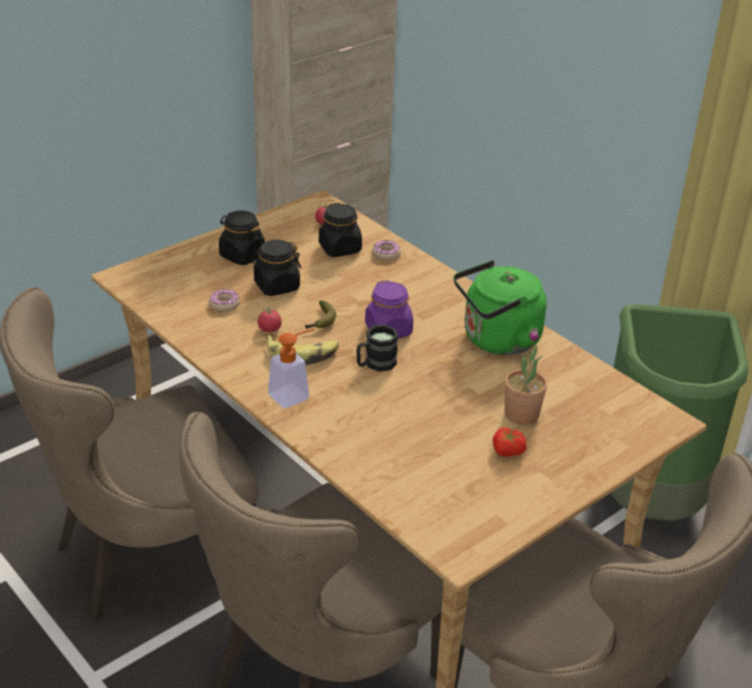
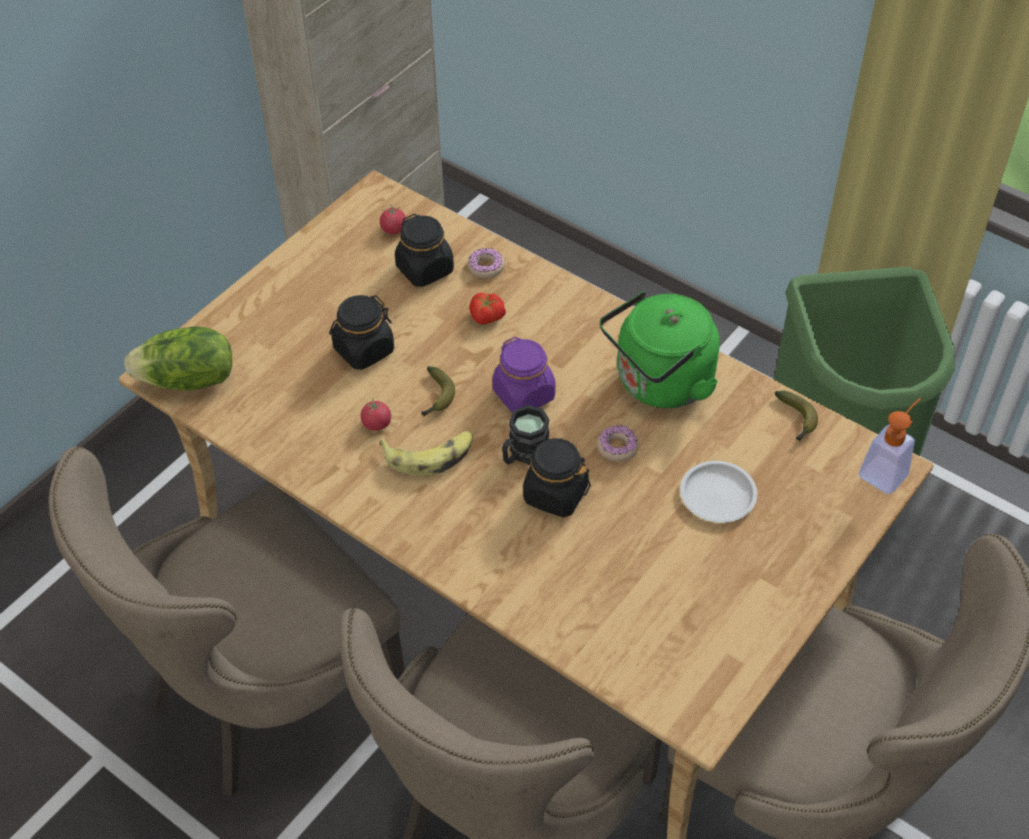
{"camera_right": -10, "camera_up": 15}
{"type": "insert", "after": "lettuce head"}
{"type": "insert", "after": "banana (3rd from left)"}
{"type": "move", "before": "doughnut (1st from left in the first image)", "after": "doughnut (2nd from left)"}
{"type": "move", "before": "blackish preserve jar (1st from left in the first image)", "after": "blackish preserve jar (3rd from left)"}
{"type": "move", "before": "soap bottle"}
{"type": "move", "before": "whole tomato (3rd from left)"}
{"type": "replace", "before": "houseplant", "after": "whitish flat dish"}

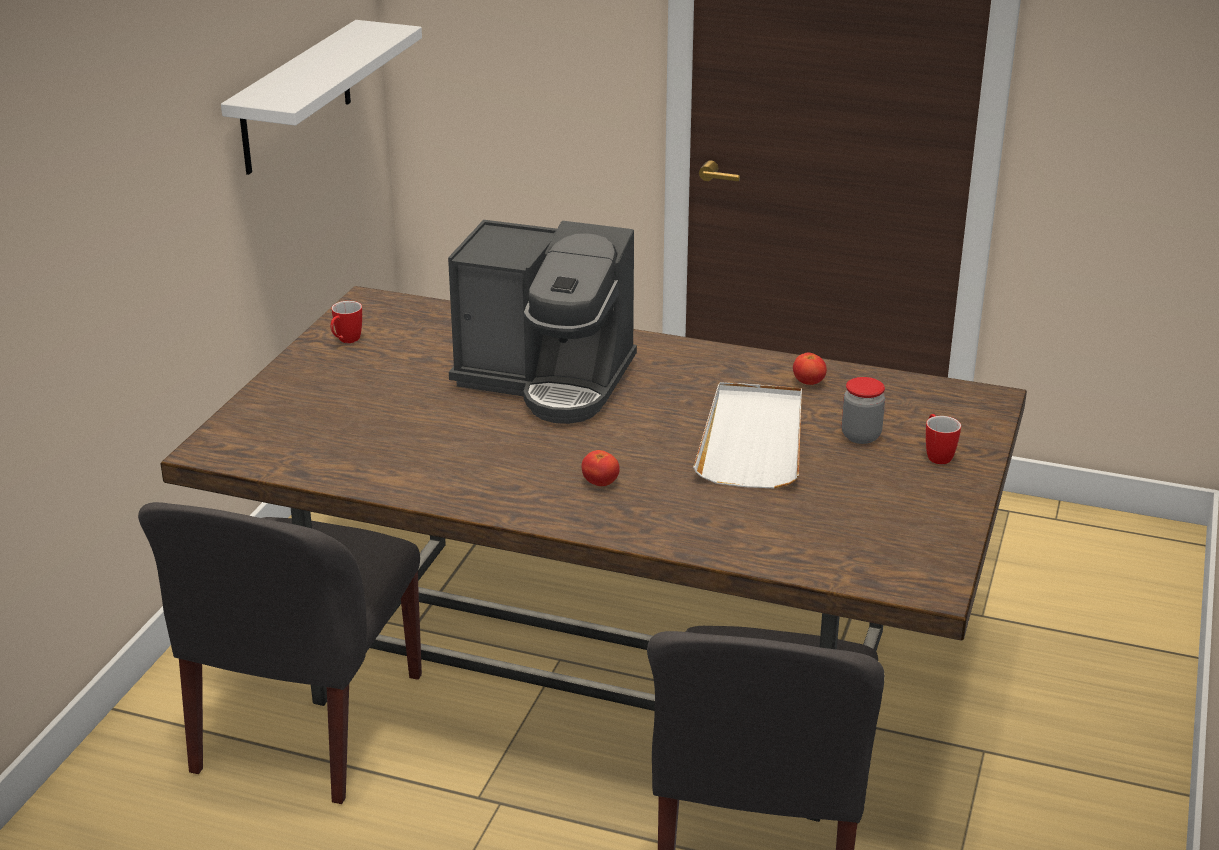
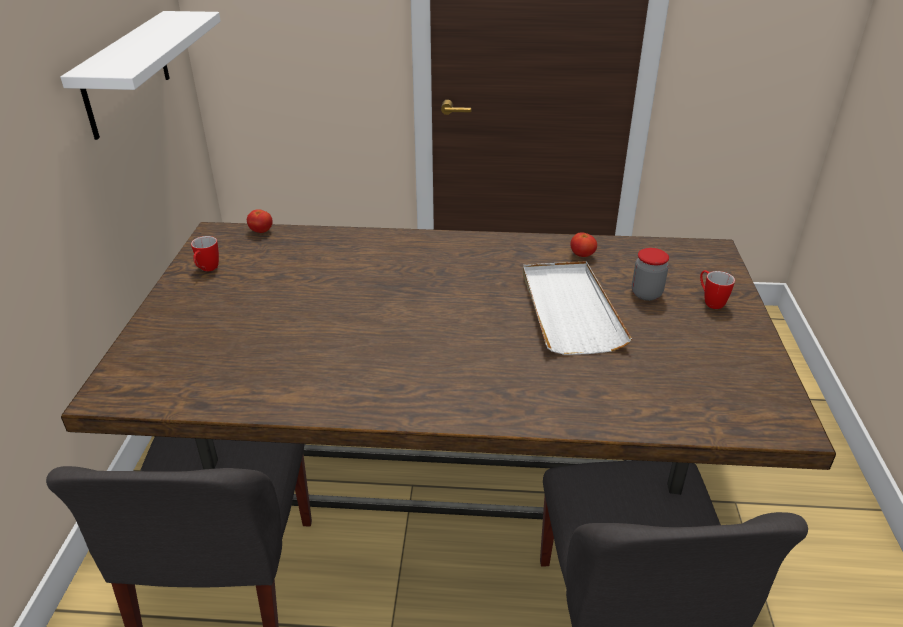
{"camera_right": -15, "camera_up": 5}
{"type": "delete", "before": "coffee machine"}
{"type": "move", "before": "whole tomato (1st from left)"}

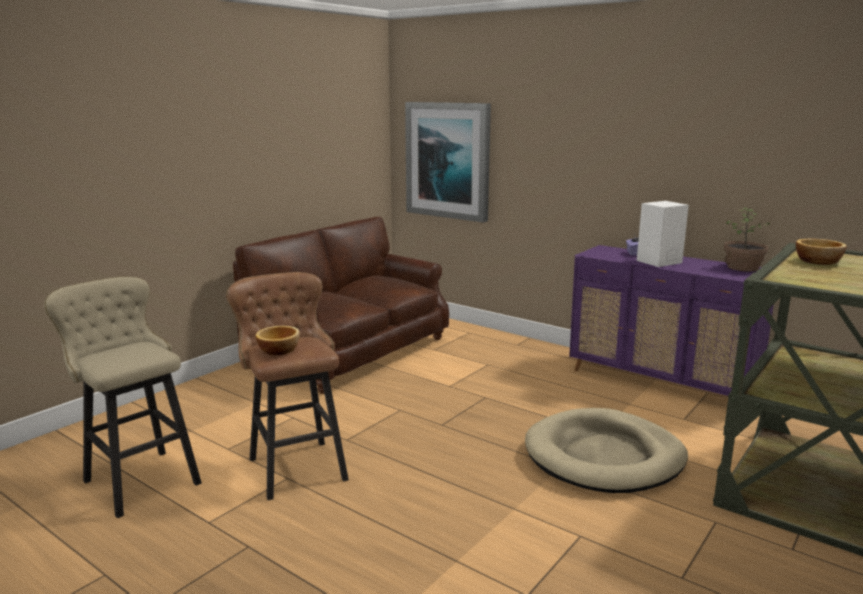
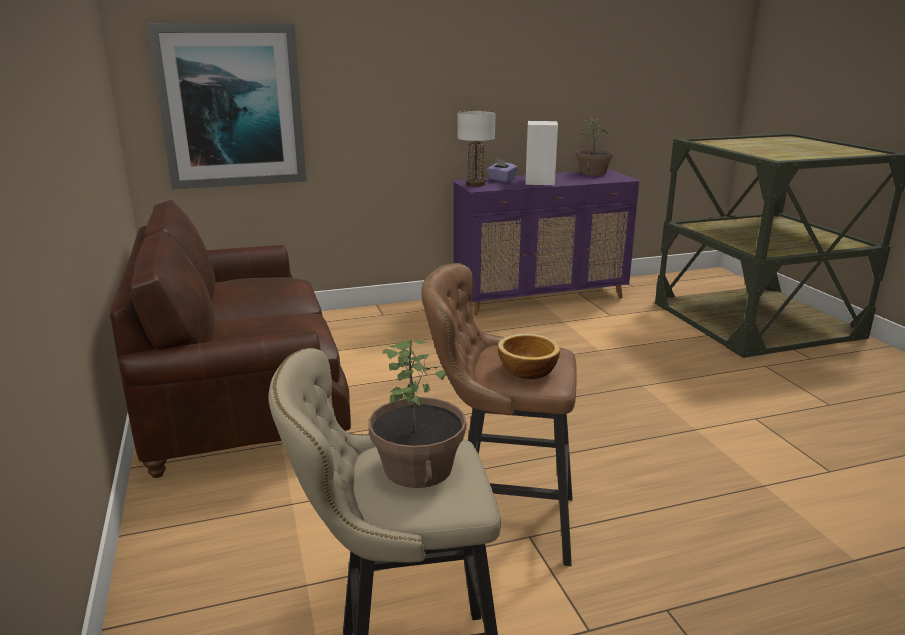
{"camera_right": -55, "camera_up": 5}
{"type": "delete", "before": "beige pet bed"}
{"type": "delete", "before": "serving bowl (2nd from left)"}
{"type": "insert", "after": "houseplant (1st from left)"}
{"type": "insert", "after": "tabletop lamp"}

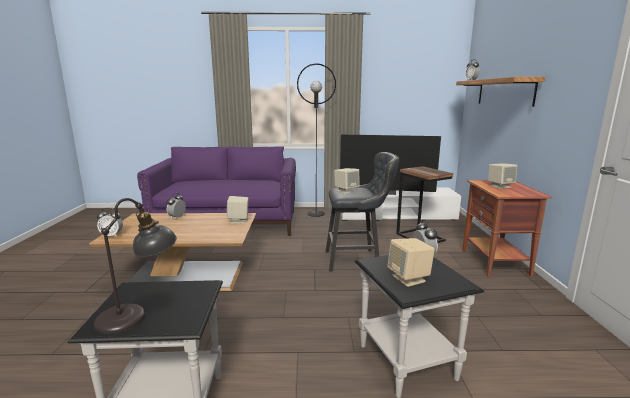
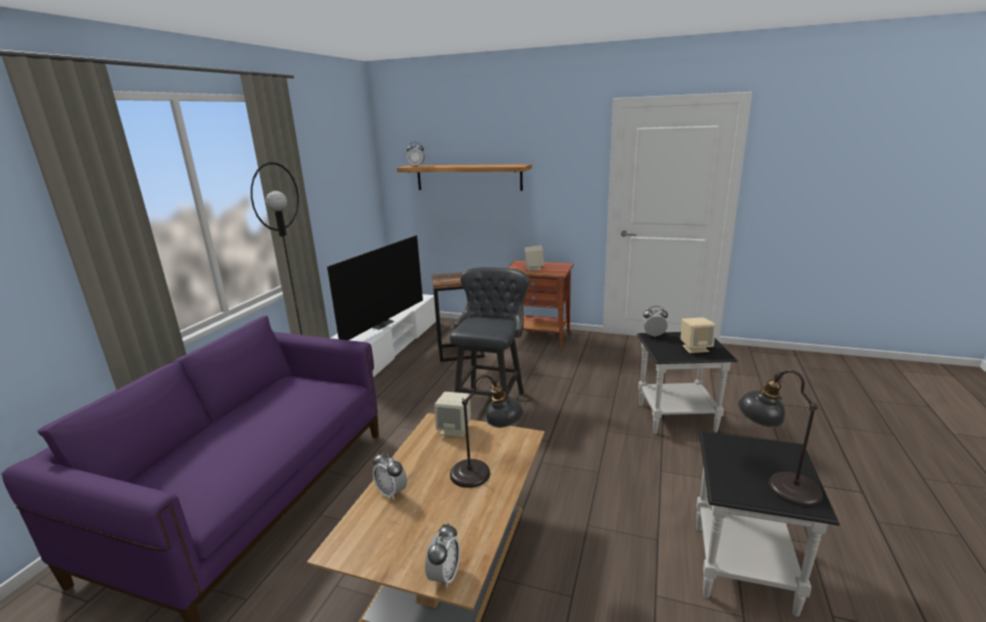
{"camera_right": -70, "camera_up": 5}
{"type": "delete", "before": "beige loudspeaker (2nd from left)"}
{"type": "insert", "after": "gray tabletop lamp (1st from left)"}

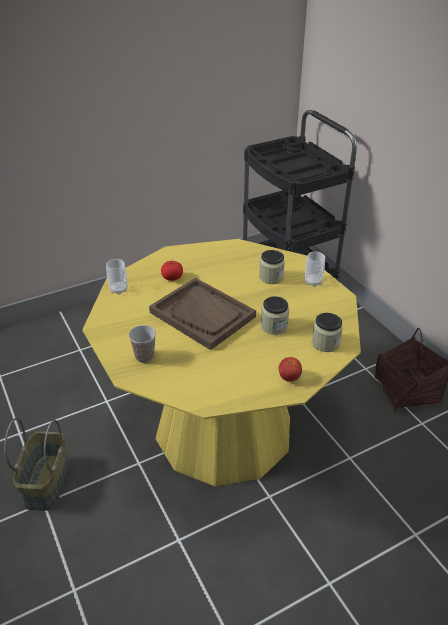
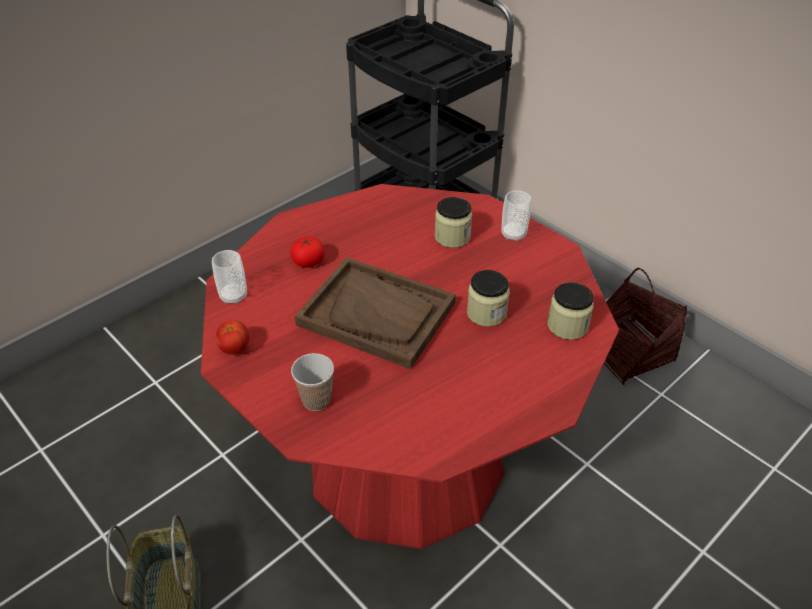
{"camera_right": -15, "camera_up": 5}
{"type": "move", "before": "whole tomato (2nd from left in the first image)", "after": "whole tomato (1st from left)"}
{"type": "recolor", "before": "yellow dining table", "after": "reddish dining table"}

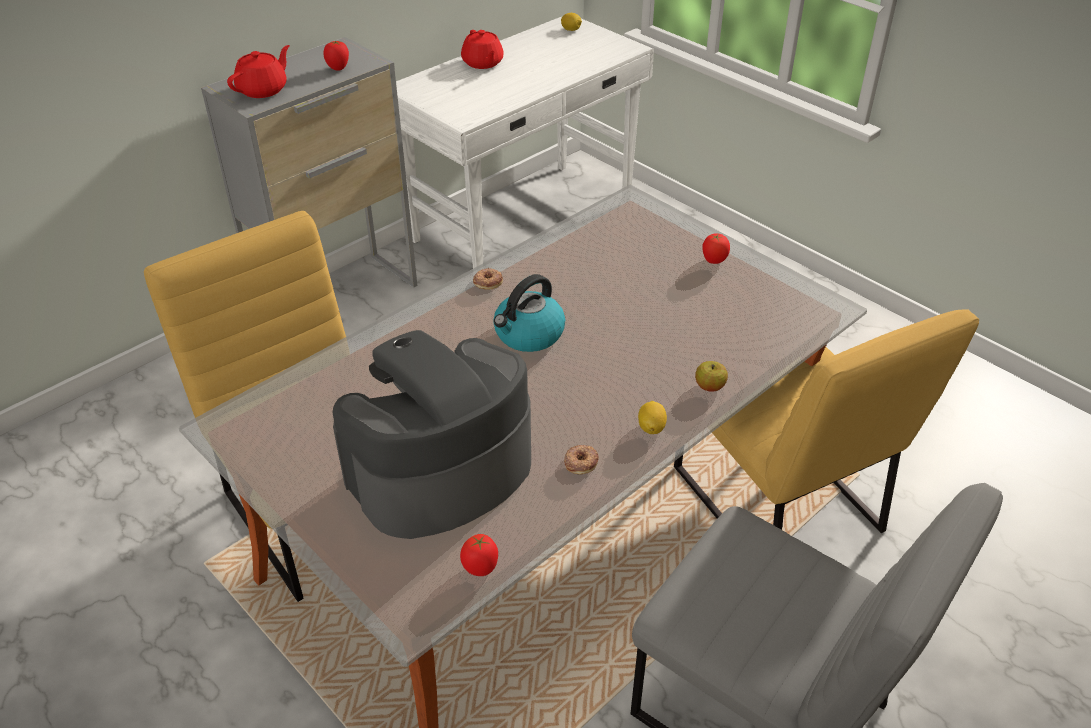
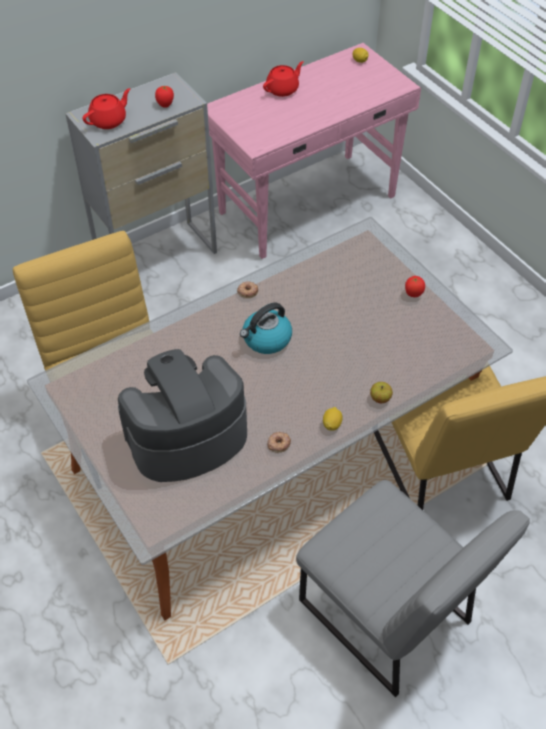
{"camera_right": 10, "camera_up": 10}
{"type": "delete", "before": "whole tomato (2nd from left)"}
{"type": "recolor", "before": "whitish narrow table", "after": "pink-coloured narrow table"}
{"type": "rotate", "before": "reddish teapot (2nd from left)", "turn": -120}

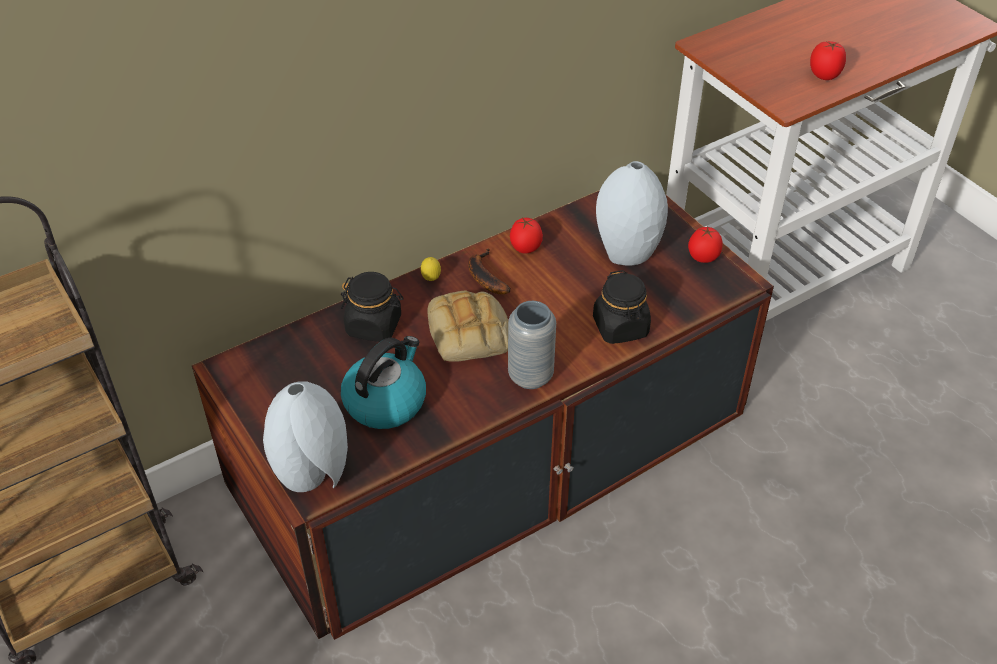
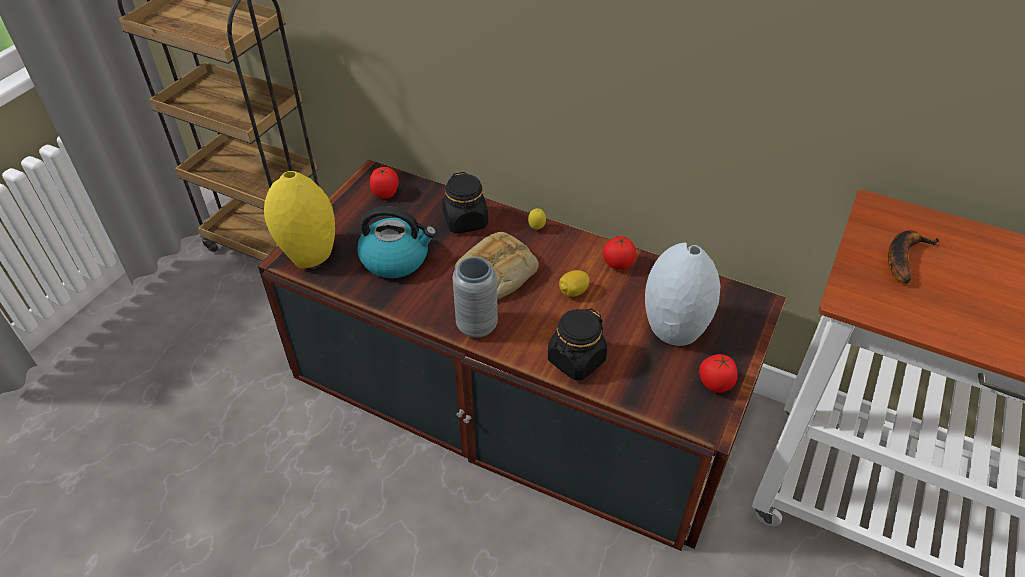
{"camera_right": 60, "camera_up": 0}
{"type": "insert", "after": "whole lemon (2nd from left)"}
{"type": "move", "before": "banana"}
{"type": "move", "before": "whole tomato (3rd from left in the first image)", "after": "whole tomato (1st from left)"}
{"type": "recolor", "before": "gray vase (1st from left)", "after": "yellow vase"}

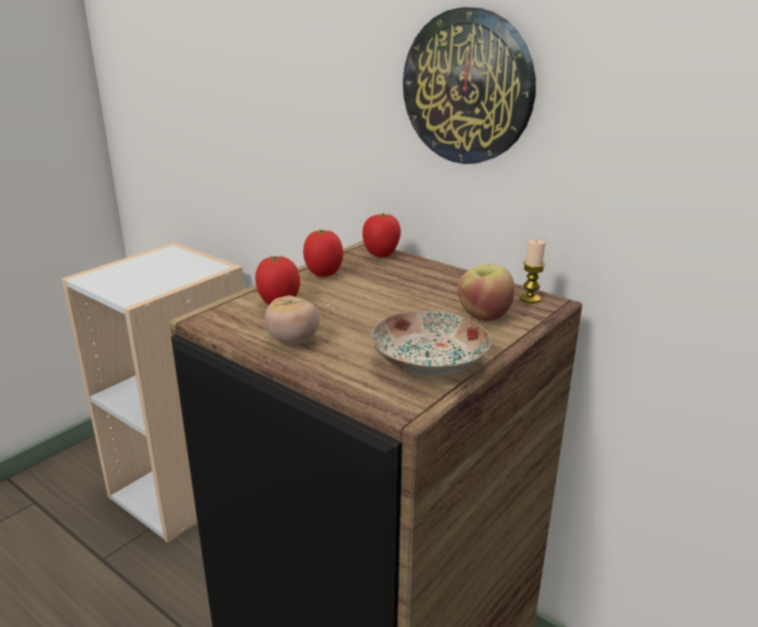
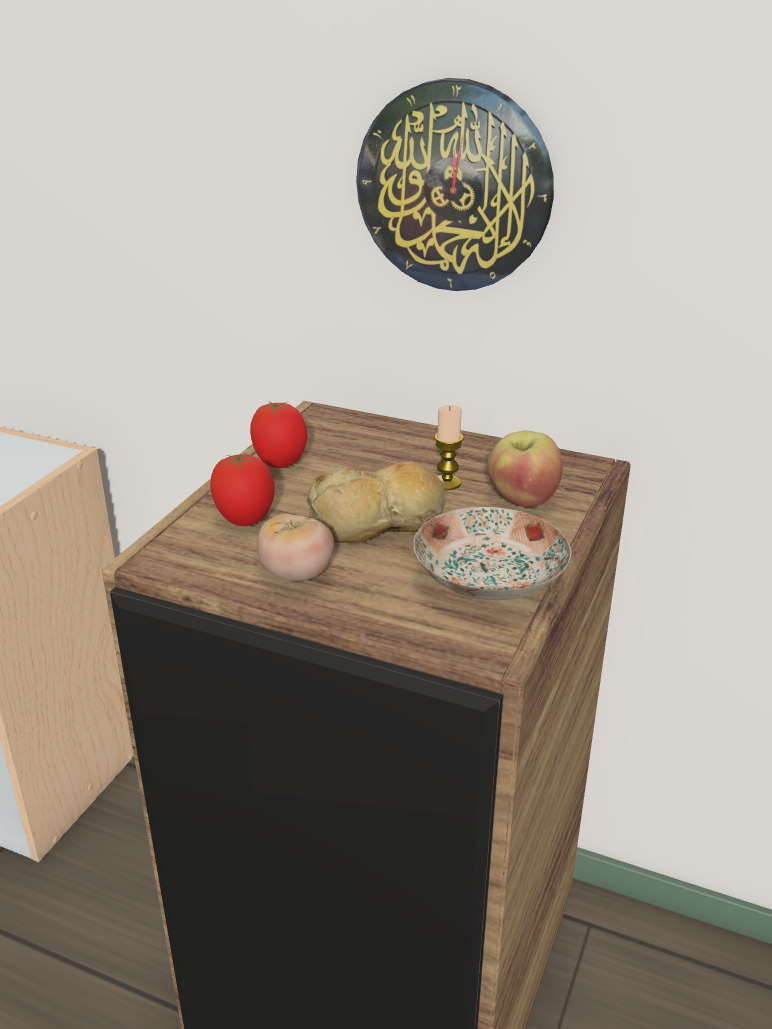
{"camera_right": -15, "camera_up": 5}
{"type": "delete", "before": "whole tomato (4th from left)"}
{"type": "insert", "after": "baked bread"}
{"type": "move", "before": "wax candle"}

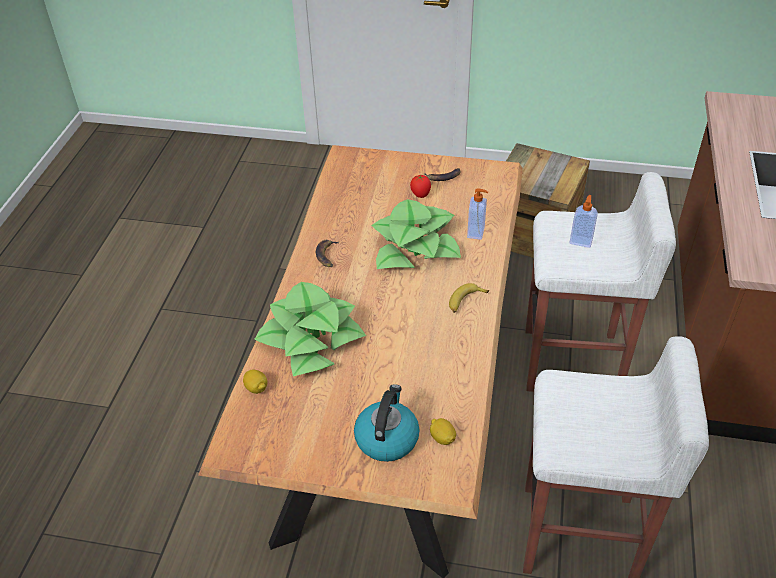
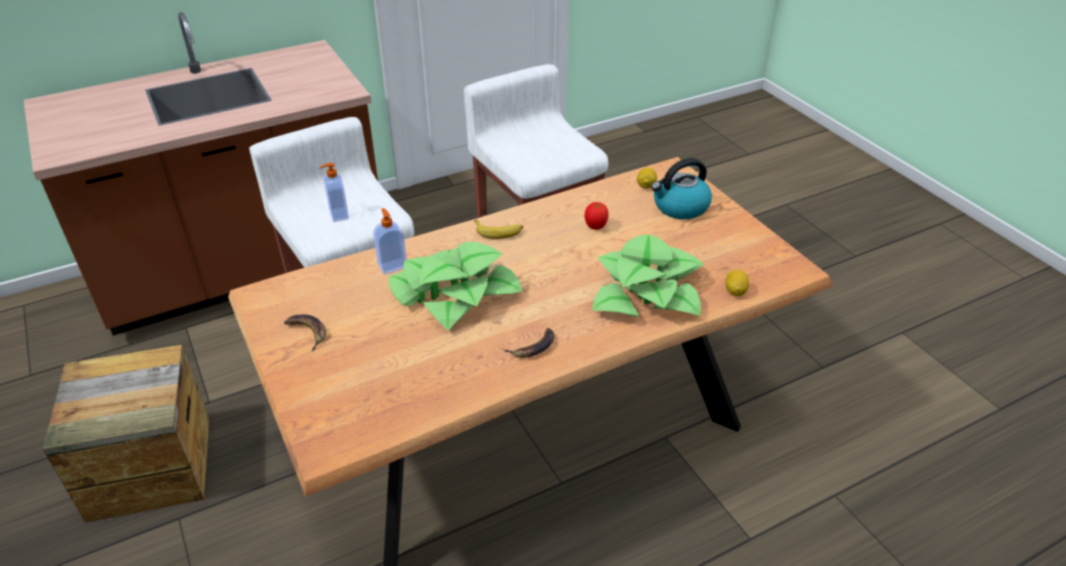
{"camera_right": -130, "camera_up": -5}
{"type": "move", "before": "whole tomato"}

